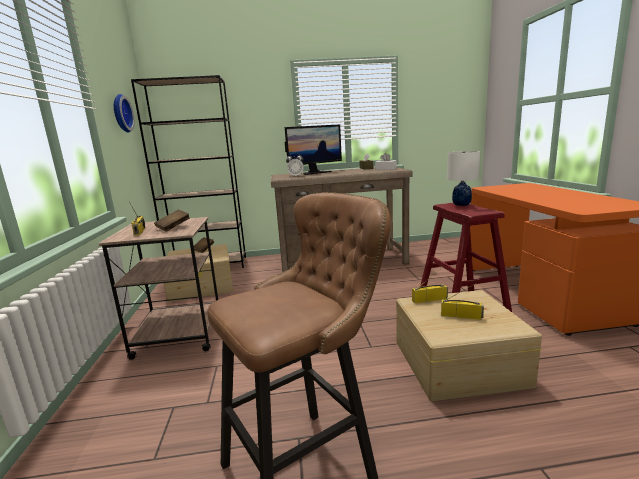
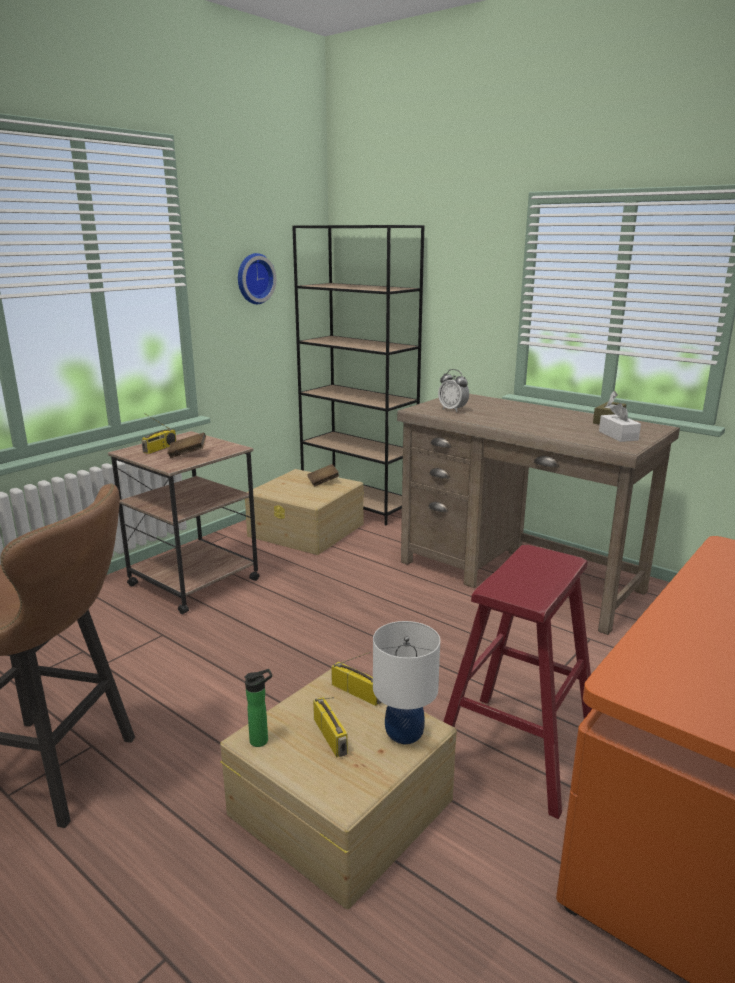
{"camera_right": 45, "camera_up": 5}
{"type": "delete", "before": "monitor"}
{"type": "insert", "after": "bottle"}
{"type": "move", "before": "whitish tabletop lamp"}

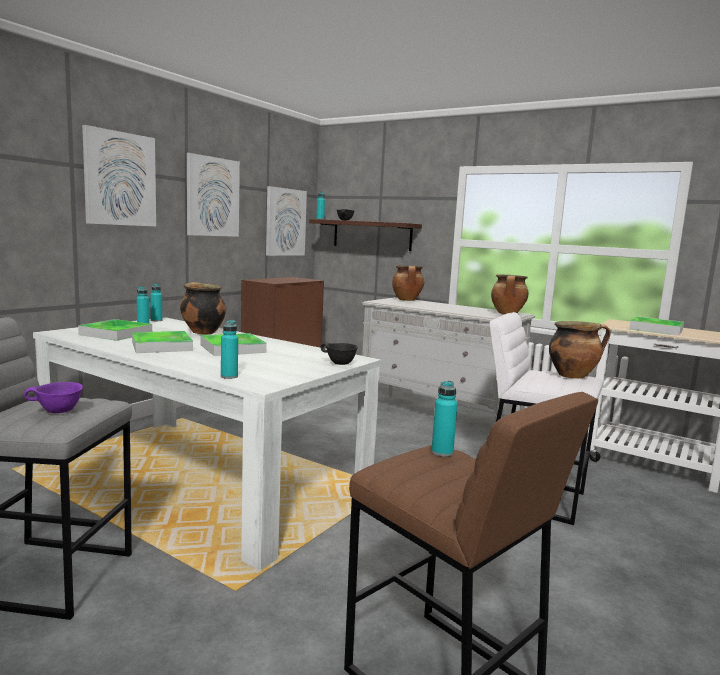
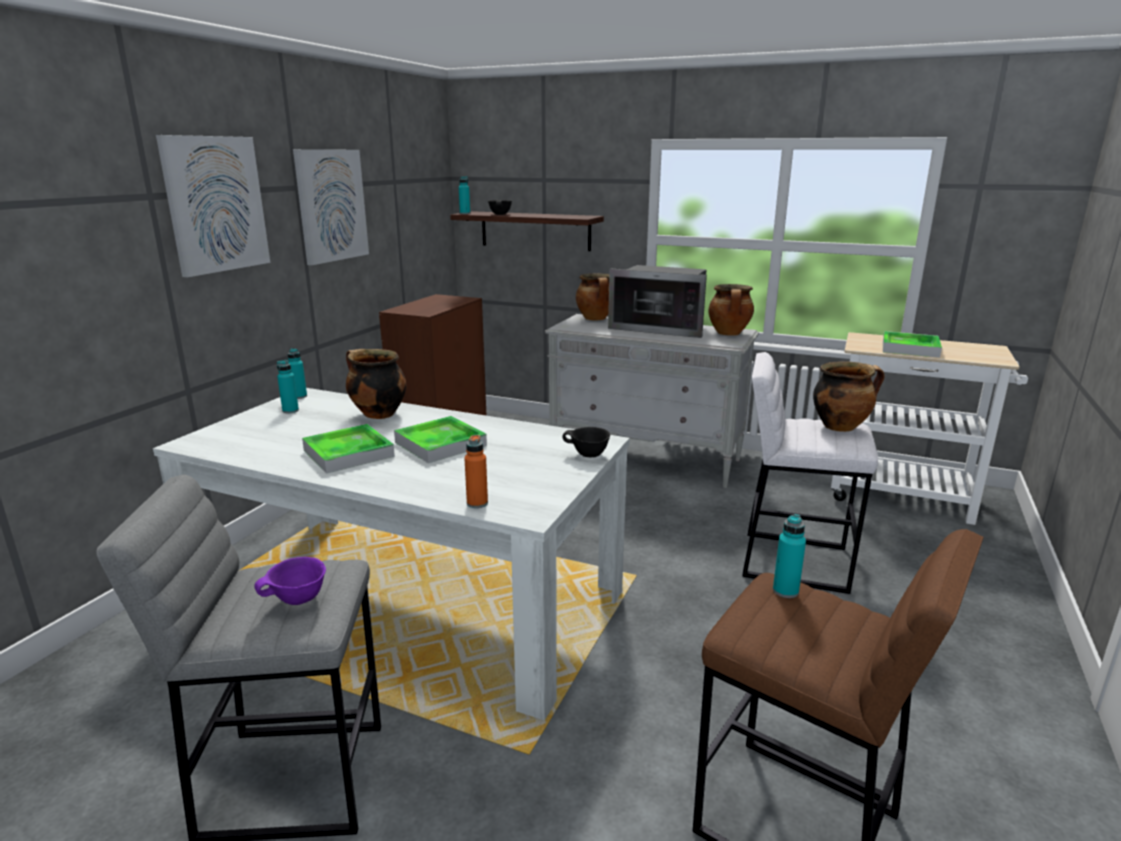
{"camera_right": -10, "camera_up": 10}
{"type": "delete", "before": "tray (1st from left)"}
{"type": "delete", "before": "wall art (3rd from left)"}
{"type": "insert", "after": "microwave"}
{"type": "recolor", "before": "turquoise-coloured bottle (3rd from left)", "after": "orangey bottle"}

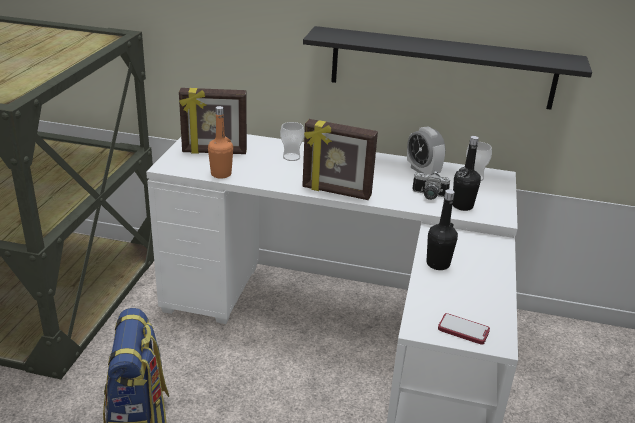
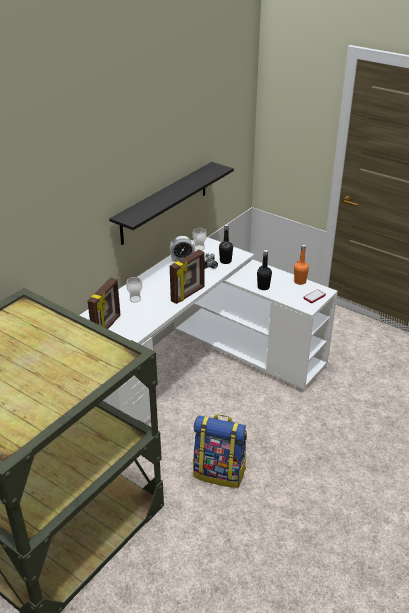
{"camera_right": -65, "camera_up": 5}
{"type": "move", "before": "orangey bottle"}

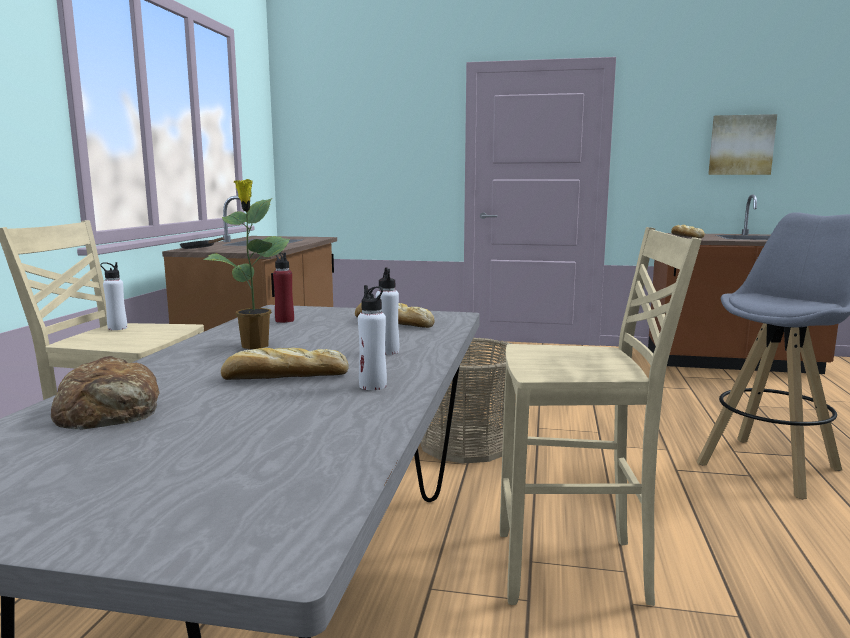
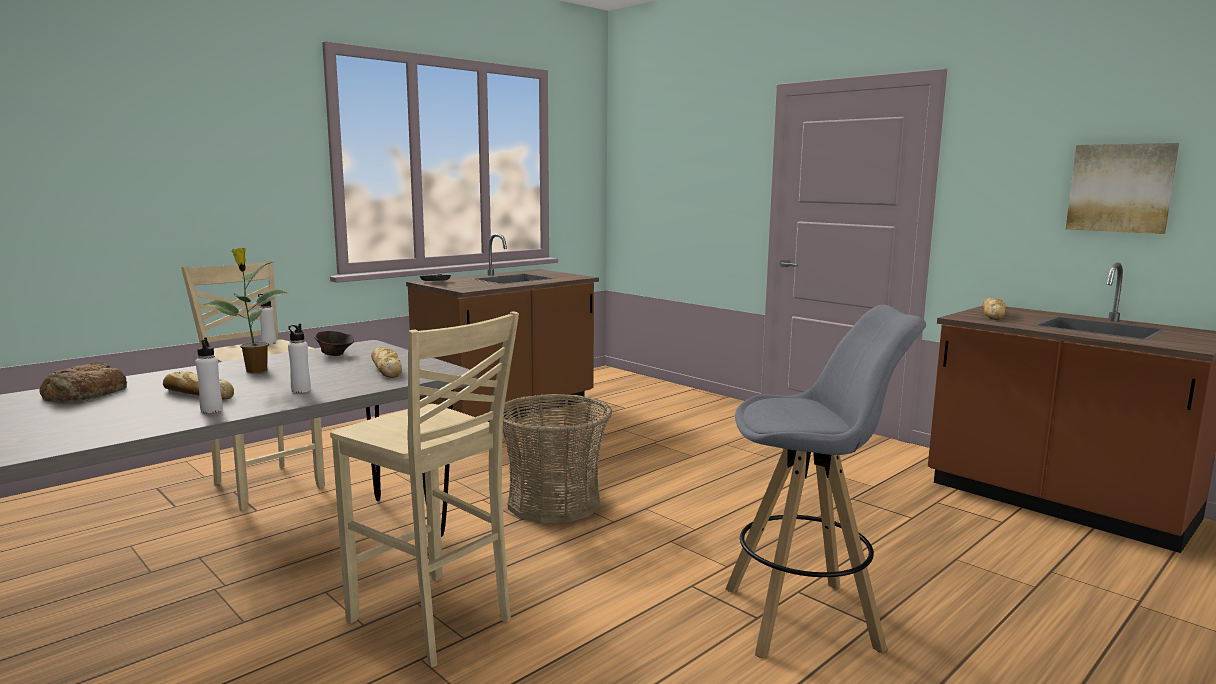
{"camera_right": 35, "camera_up": 0}
{"type": "replace", "before": "reddish bottle", "after": "brown-coloured serving bowl"}

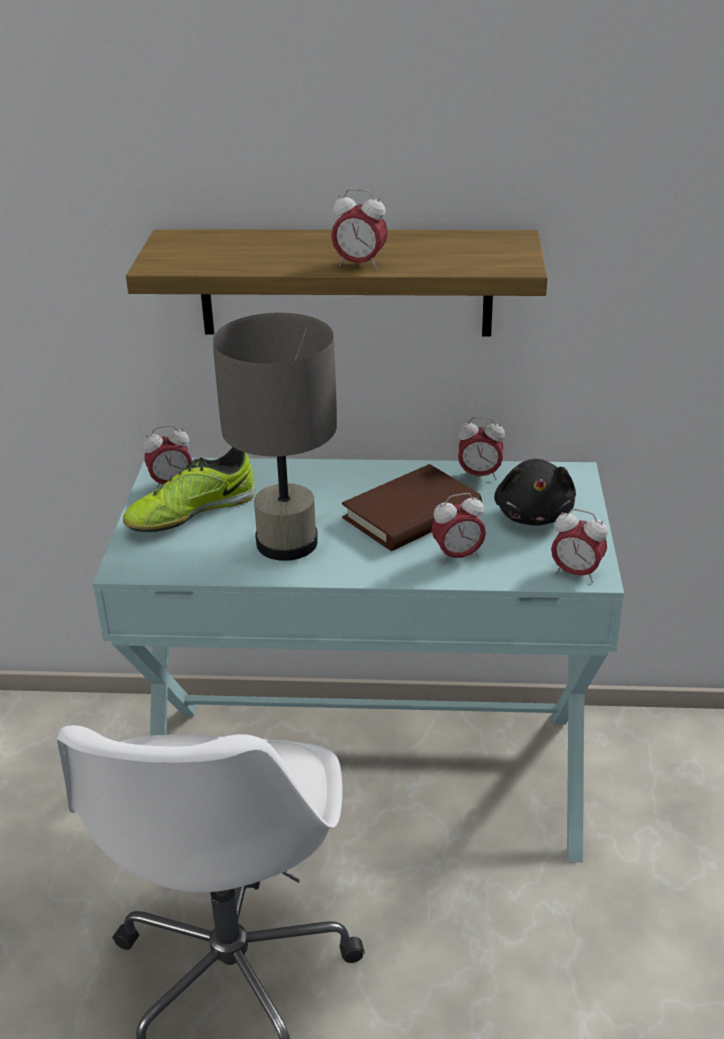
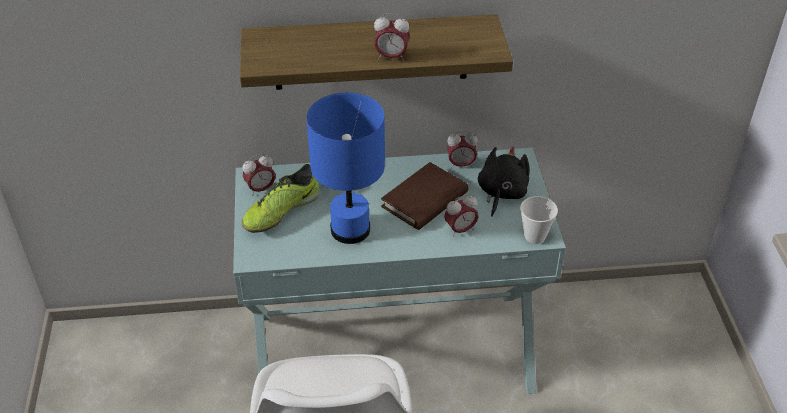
{"camera_right": -10, "camera_up": 10}
{"type": "replace", "before": "bedside clock (5th from left)", "after": "small cup"}
{"type": "recolor", "before": "gray tabletop lamp", "after": "blue-coloured tabletop lamp"}
{"type": "rotate", "before": "blackish soft toy", "turn": -150}

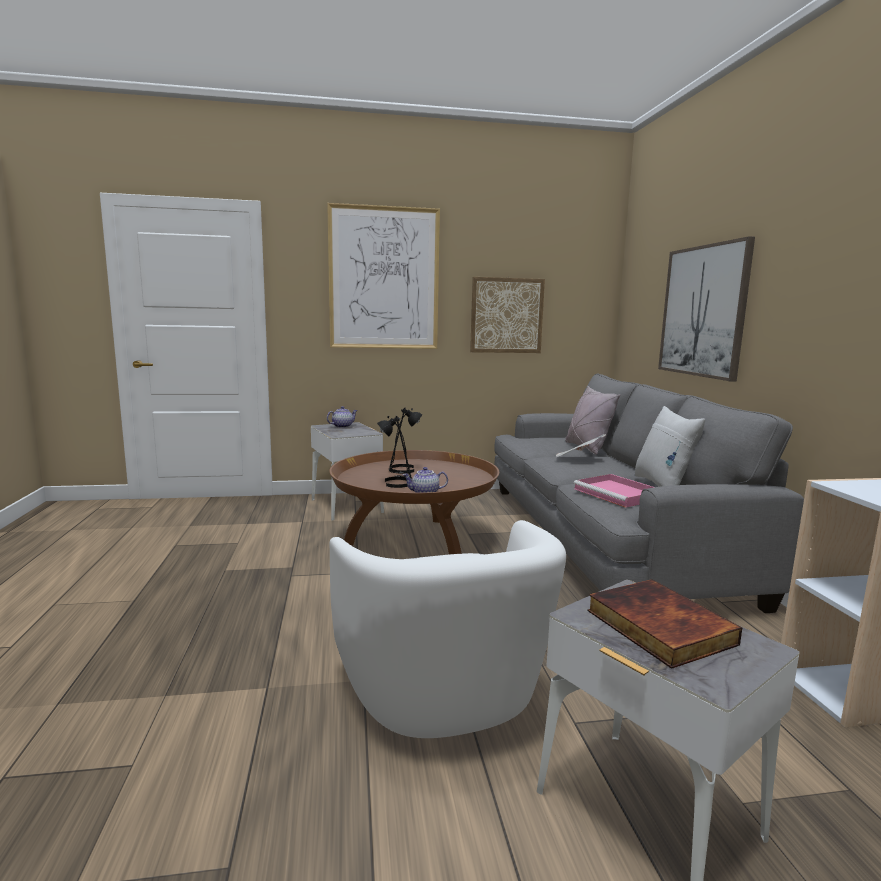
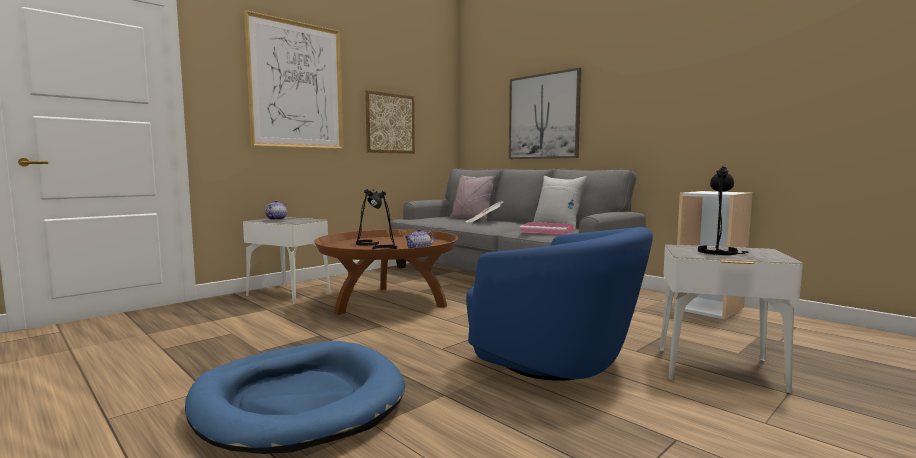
{"camera_right": -35, "camera_up": -5}
{"type": "insert", "after": "blue-coloured pet bed"}
{"type": "replace", "before": "volume", "after": "blackish tabletop lamp (3rd from left)"}
{"type": "recolor", "before": "whitish lounge chair", "after": "blue-coloured lounge chair"}

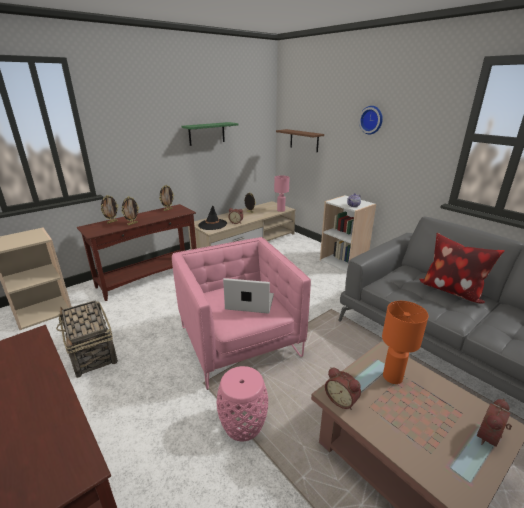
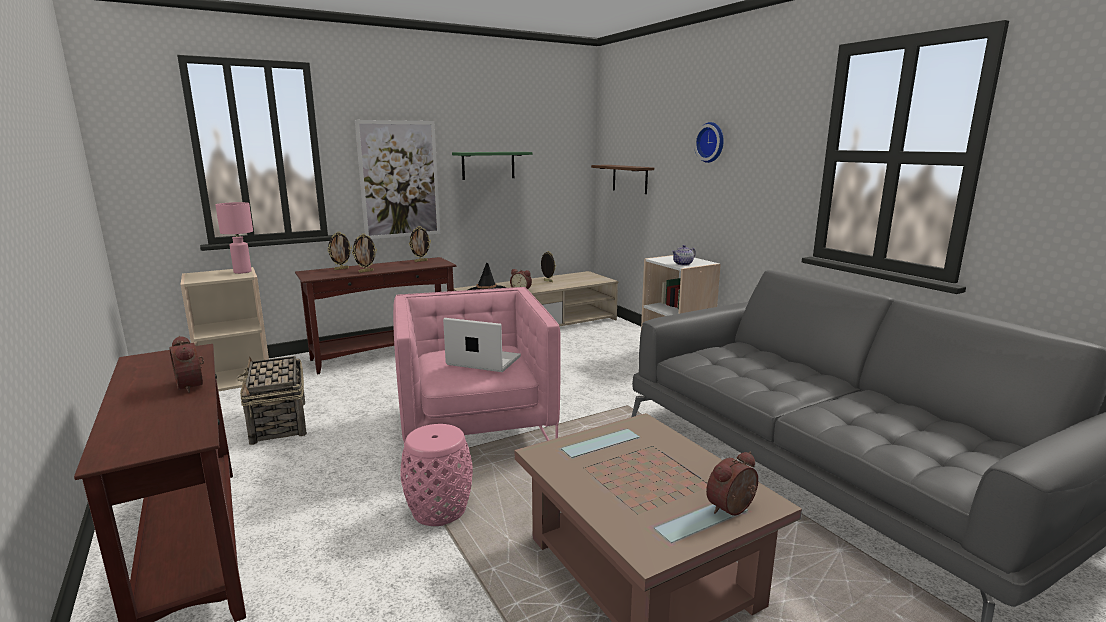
{"camera_right": 10, "camera_up": -10}
{"type": "delete", "before": "orangey tabletop lamp"}
{"type": "delete", "before": "cushion"}
{"type": "insert", "after": "wall art"}
{"type": "move", "before": "pink-coloured tabletop lamp"}
{"type": "move", "before": "bedside clock (2nd from left in the first image)", "after": "bedside clock (1st from left)"}

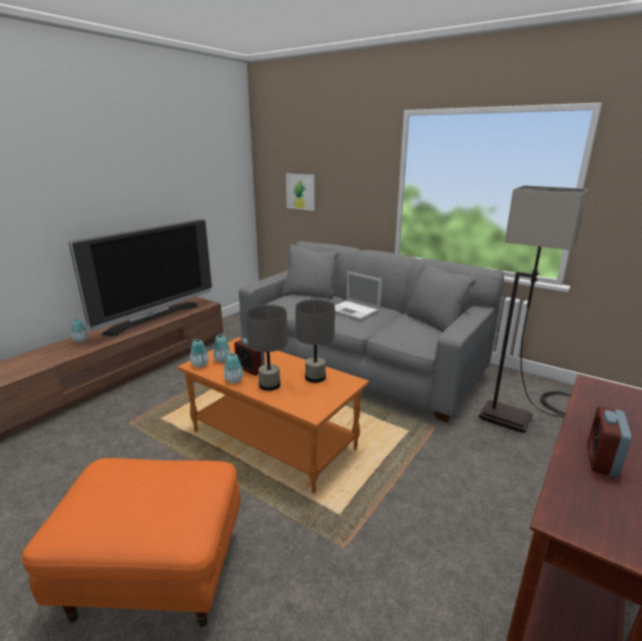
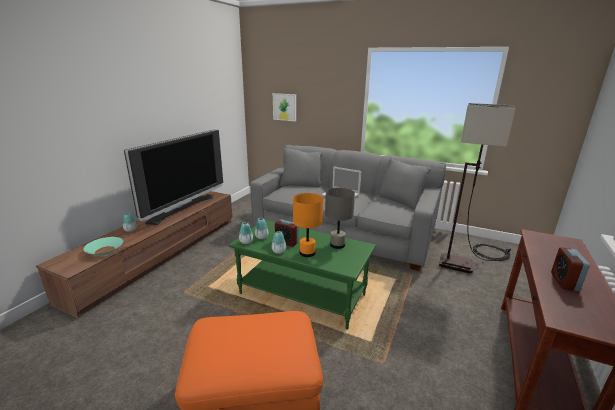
{"camera_right": -10, "camera_up": 0}
{"type": "insert", "after": "turquoise-coloured serving bowl"}
{"type": "recolor", "before": "orangey low table", "after": "green-coloured low table"}
{"type": "recolor", "before": "gray tabletop lamp (1st from left)", "after": "orangey tabletop lamp"}

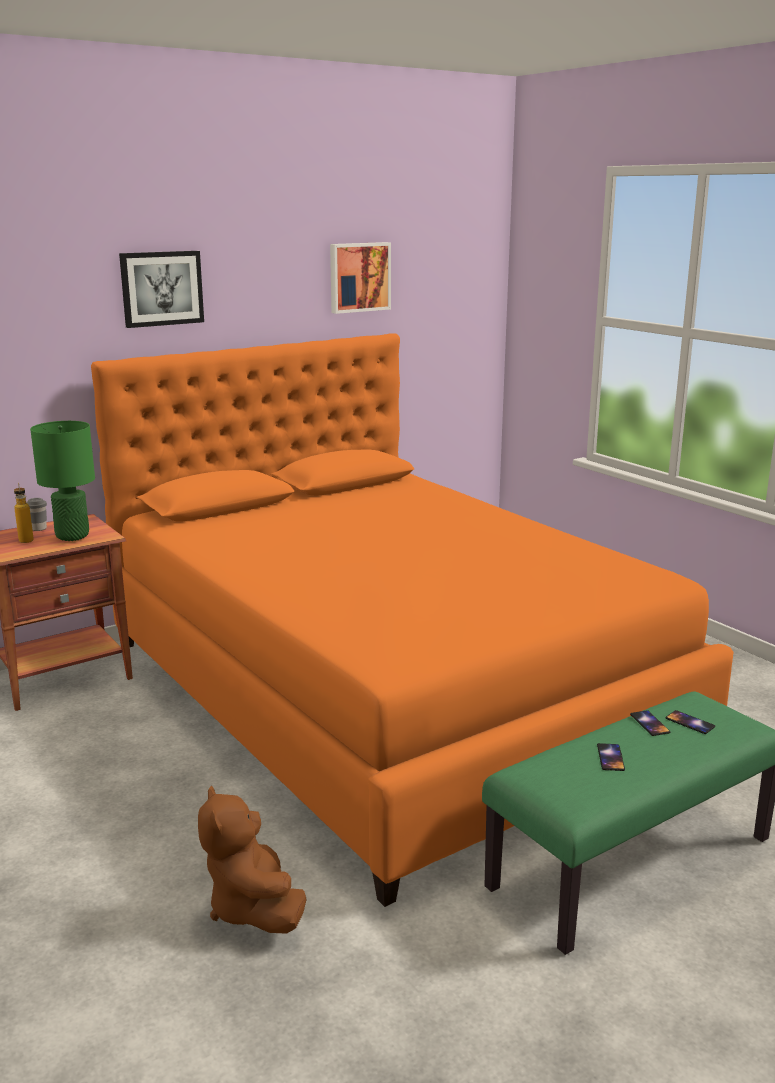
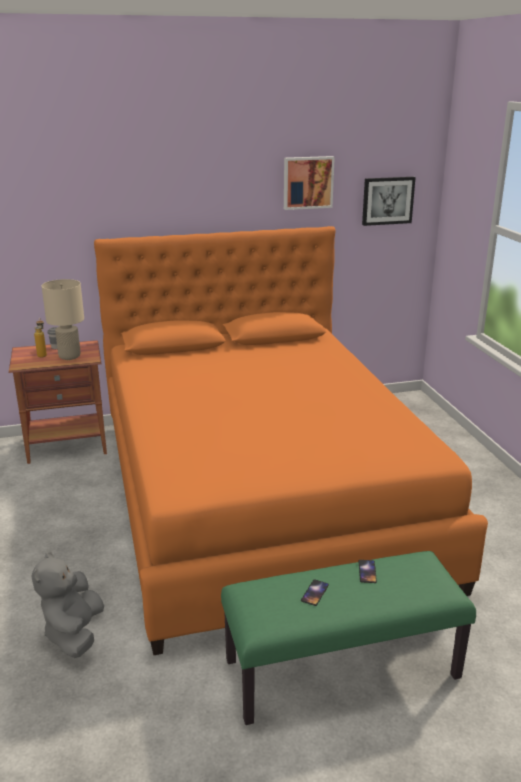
{"camera_right": 20, "camera_up": 5}
{"type": "delete", "before": "phone (3rd from left)"}
{"type": "move", "before": "wall art (1st from left in the first image)", "after": "wall art (2nd from left)"}
{"type": "recolor", "before": "green-coloured tabletop lamp", "after": "beige tabletop lamp"}
{"type": "recolor", "before": "brown-coloured soft toy", "after": "gray soft toy"}

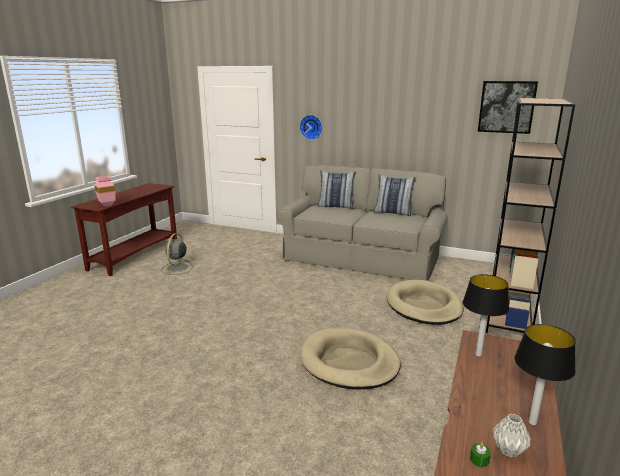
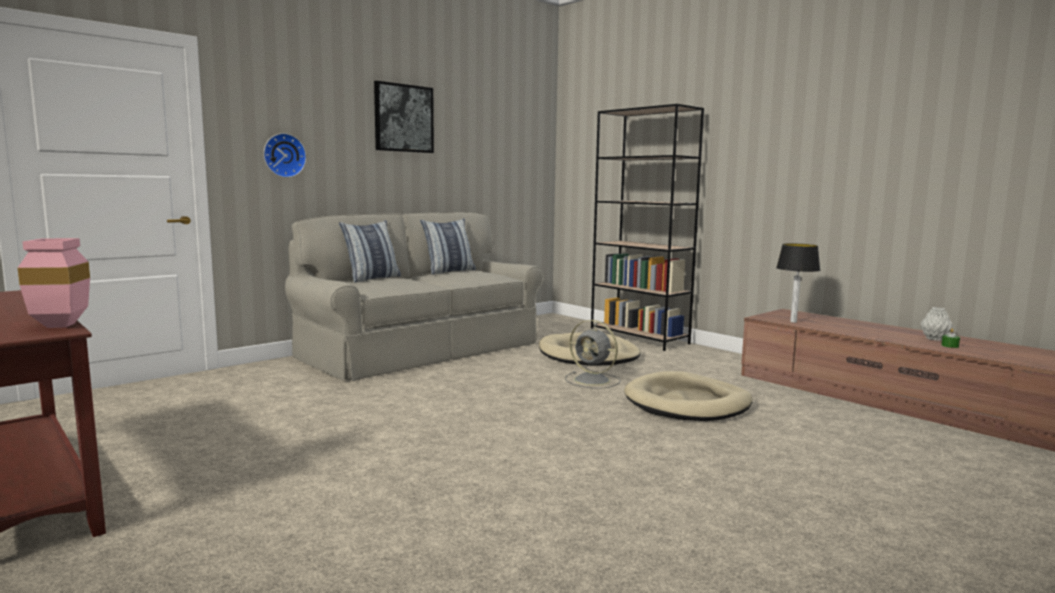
{"camera_right": -65, "camera_up": -10}
{"type": "delete", "before": "tabletop lamp (2nd from left)"}
{"type": "move", "before": "gray cooling fan"}
{"type": "move", "before": "wall art"}

